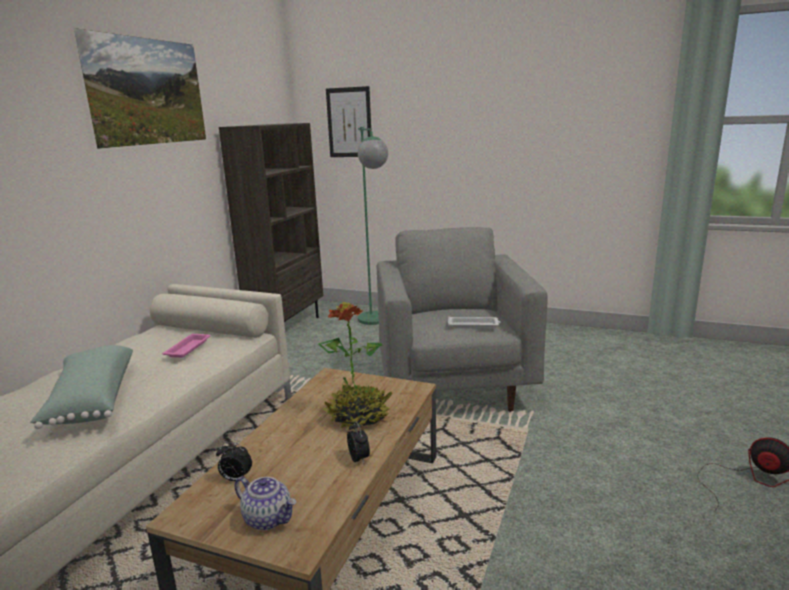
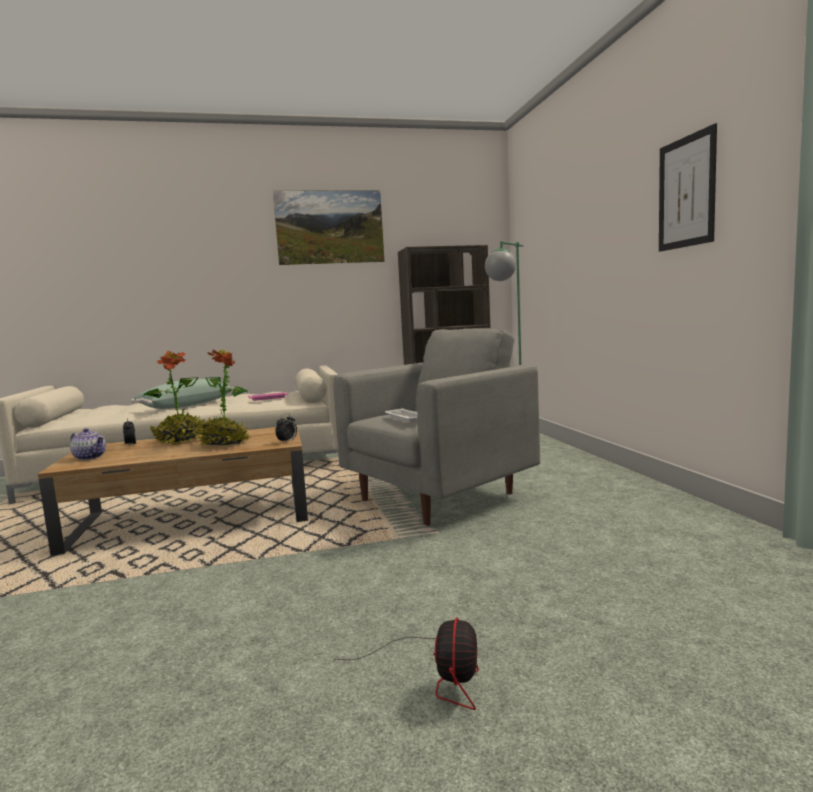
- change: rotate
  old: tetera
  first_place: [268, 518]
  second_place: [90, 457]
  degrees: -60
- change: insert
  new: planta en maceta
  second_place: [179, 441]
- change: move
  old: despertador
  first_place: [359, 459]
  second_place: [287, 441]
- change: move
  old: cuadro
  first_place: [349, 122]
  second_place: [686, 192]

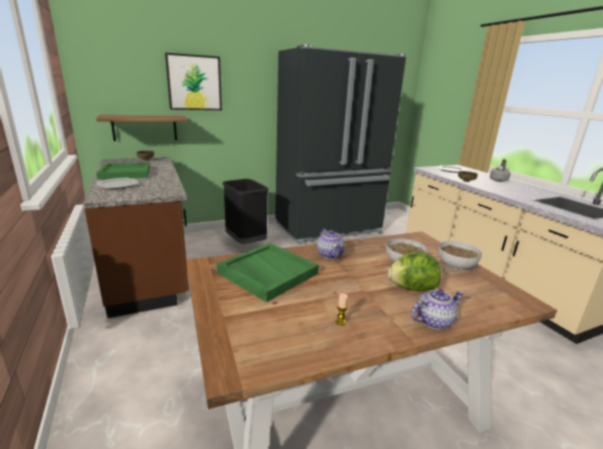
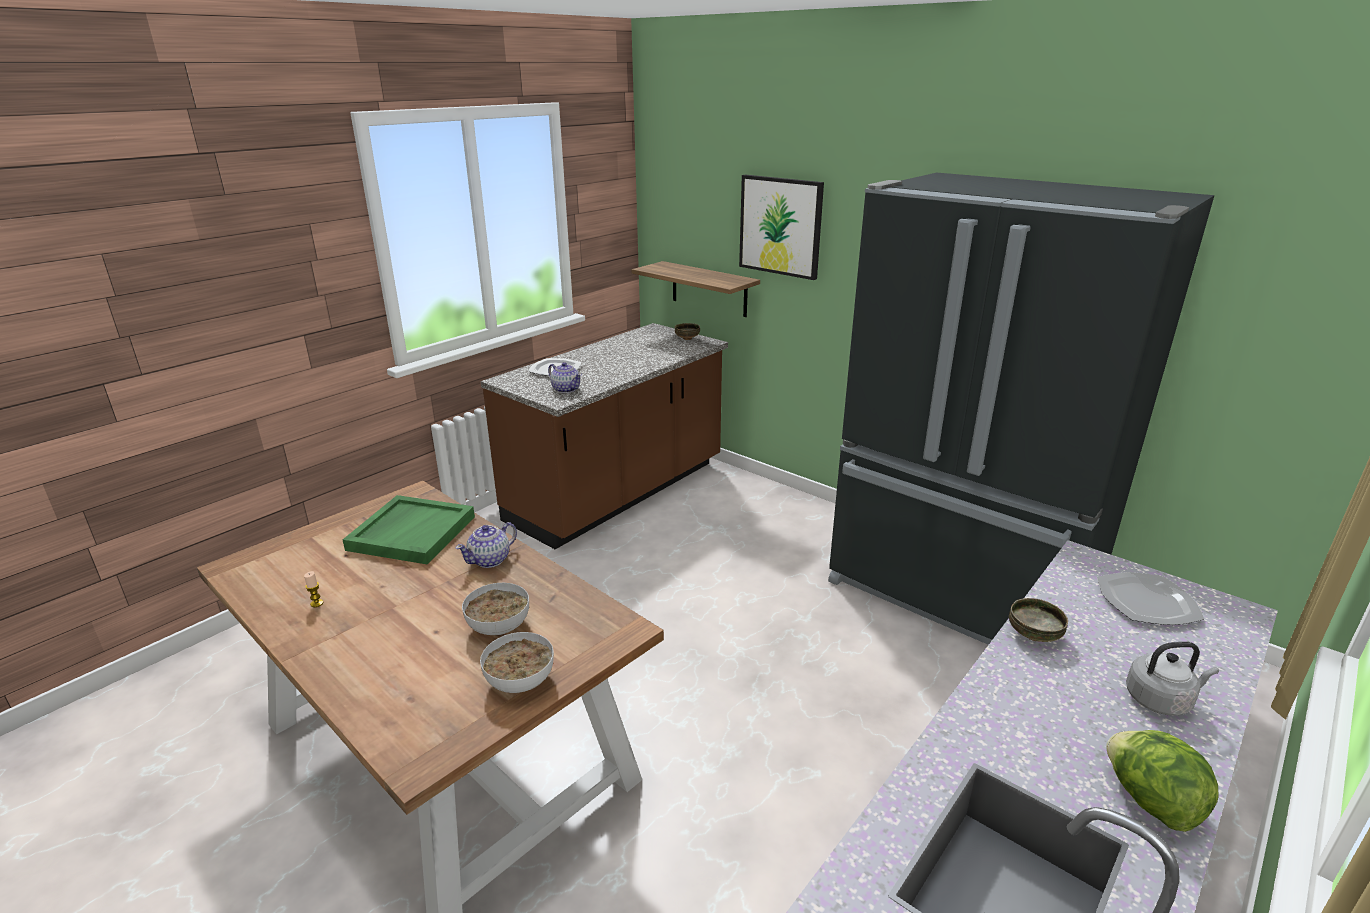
- change: move
  old: tetera
  first_place: [433, 321]
  second_place: [566, 389]
- change: move
  old: lechuga
  first_place: [411, 288]
  second_place: [1150, 801]
- change: delete
  old: bandeja [verde]
  first_place: [126, 173]
- change: delete
  old: papelera [negro]
  first_place: [246, 243]

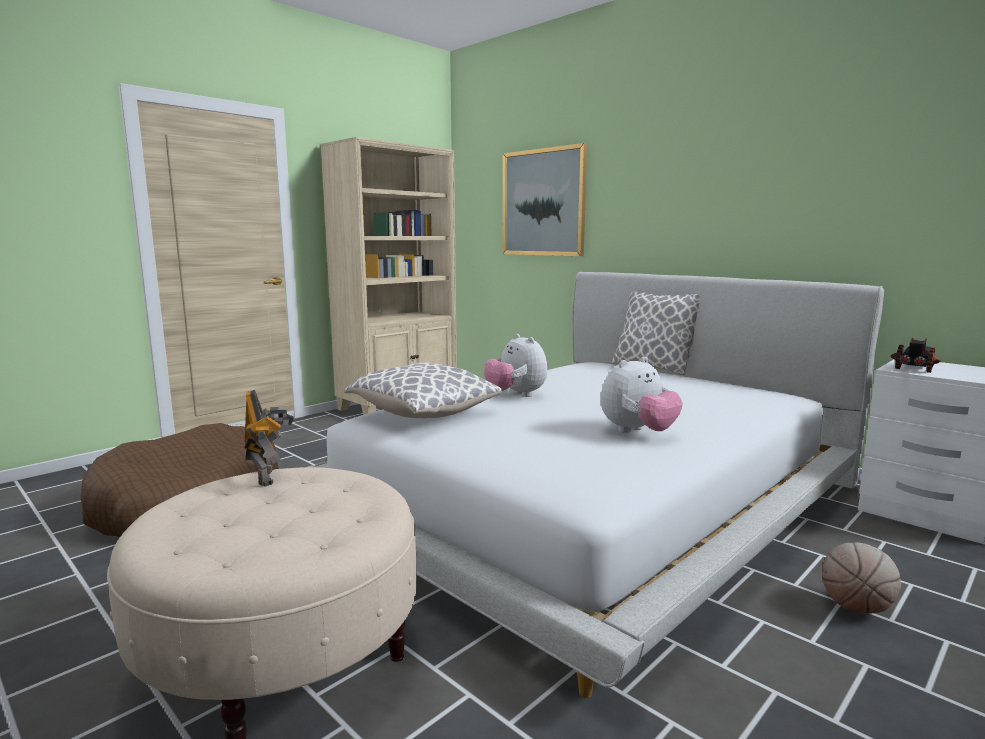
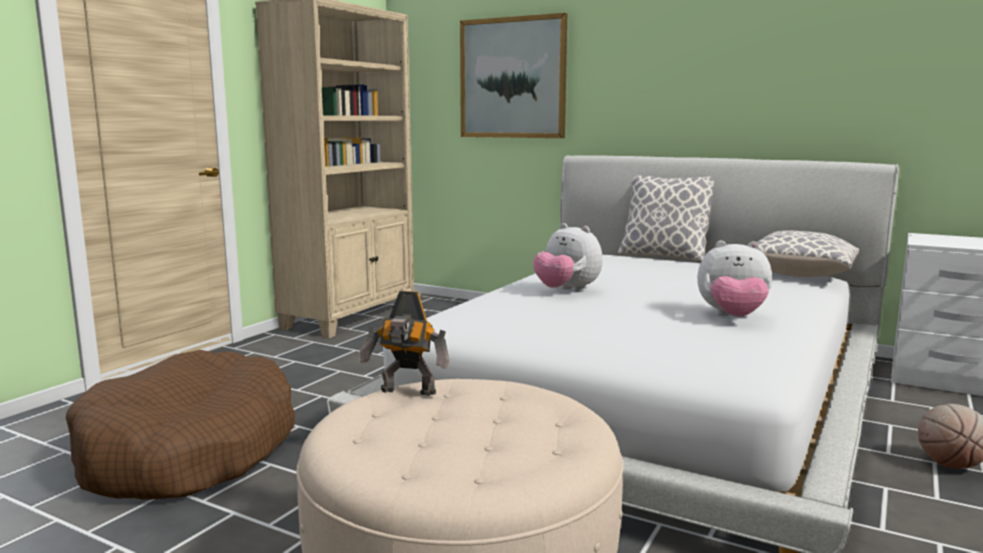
- change: rotate
  old: robot de juguete
  first_place: [269, 476]
  second_place: [407, 392]
  degrees: 135
- change: rotate
  old: peluche
  first_place: [638, 432]
  second_place: [732, 318]
  degrees: 60
- change: move
  old: cojín
  first_place: [423, 413]
  second_place: [798, 275]
- change: delete
  old: camión de juguete
  first_place: [915, 368]

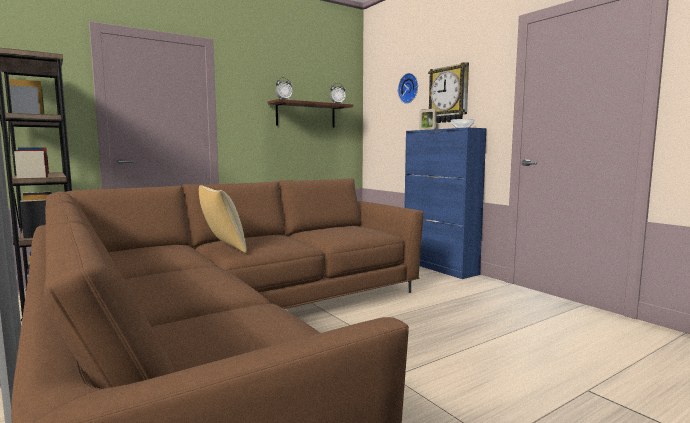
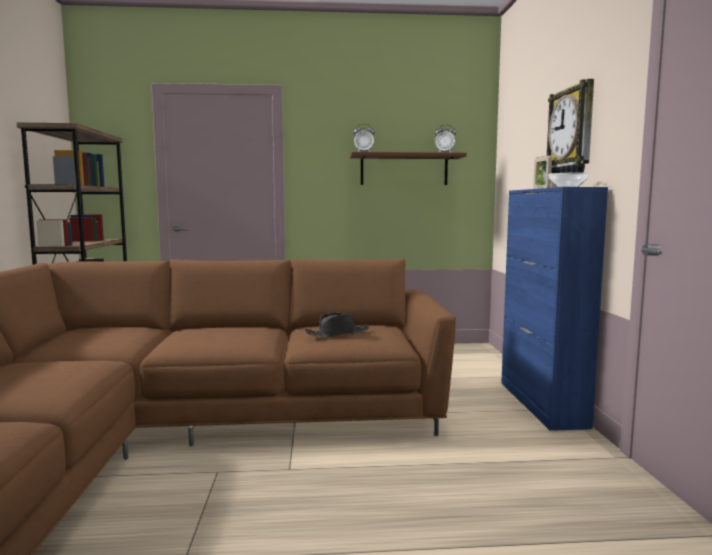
- change: insert
  new: sombrero [negro]
  second_place: [337, 334]
- change: delete
  old: cojín
  first_place: [222, 248]
- change: delete
  old: reloj de pared
  first_place: [409, 88]

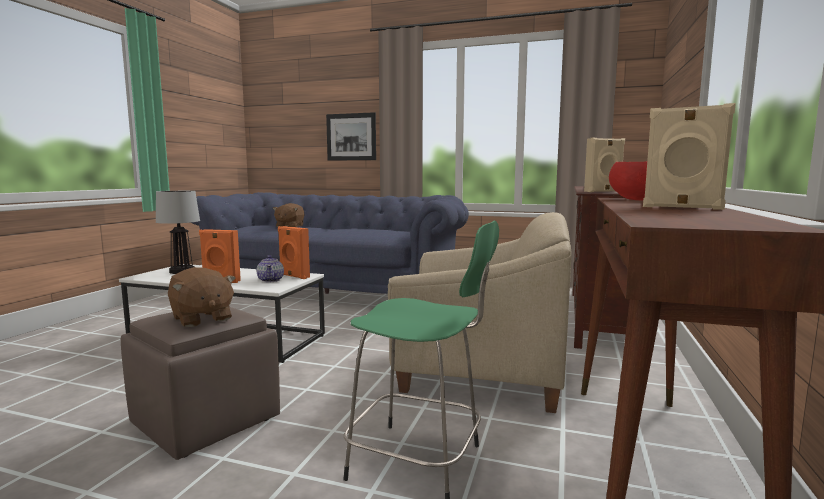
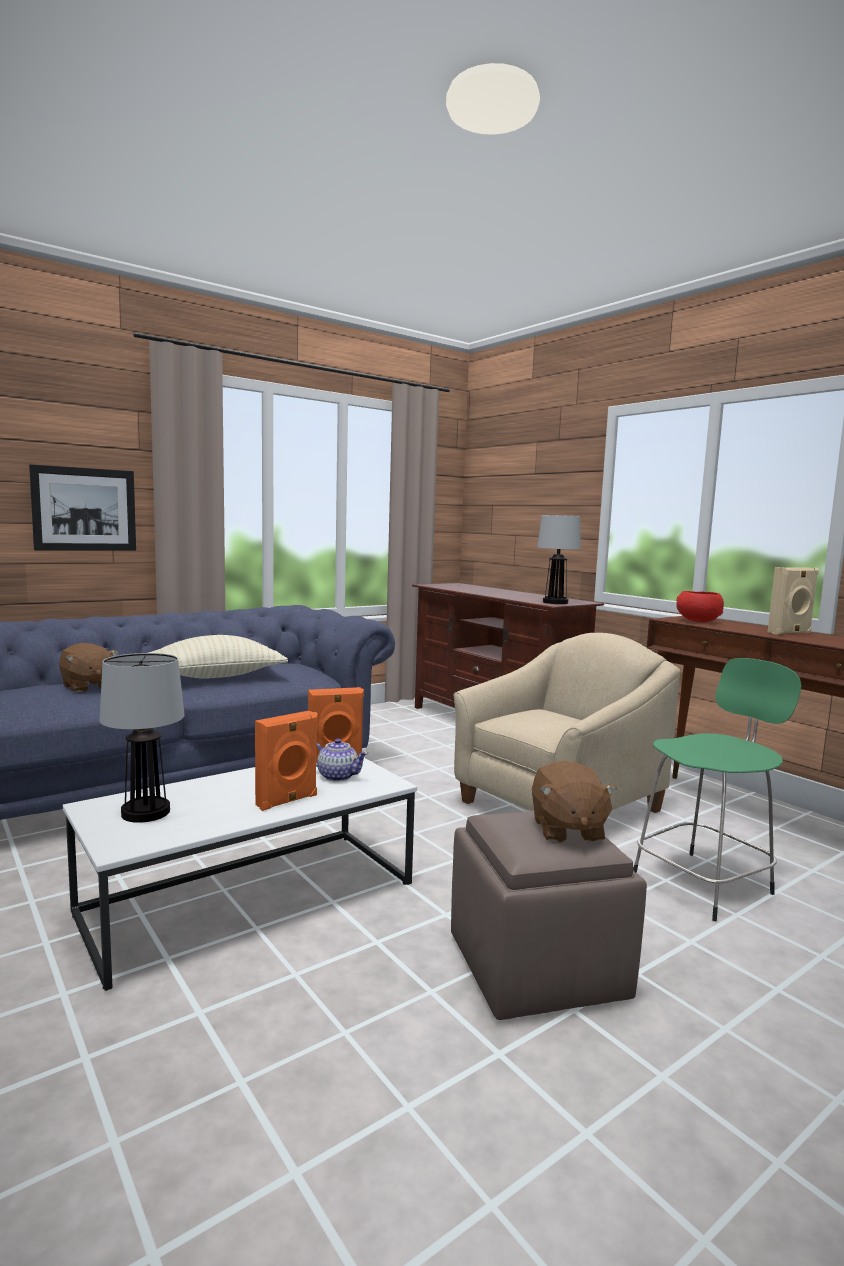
- change: insert
  new: cojín [beis]
  second_place: [216, 676]
- change: rotate
  old: peluche [marrón]
  first_place: [201, 318]
  second_place: [567, 830]
  degrees: 90
- change: replace
  old: altavoz [beis]
  new: lámpara de mesa
  first_place: [603, 191]
  second_place: [555, 602]

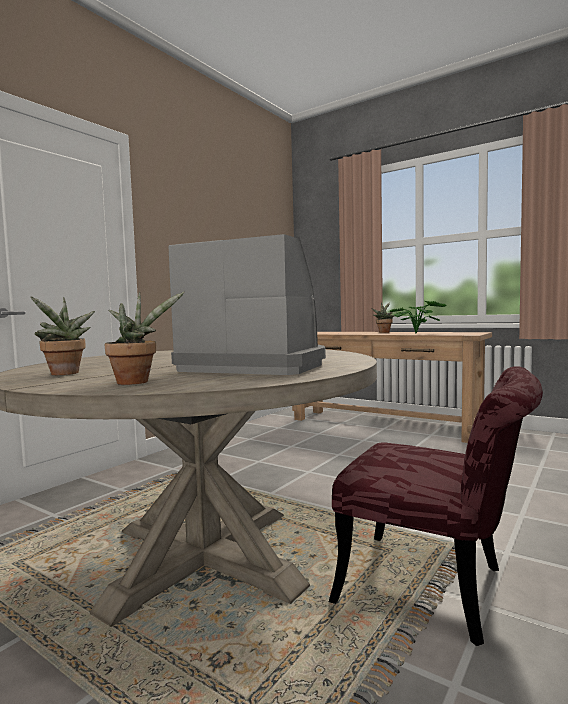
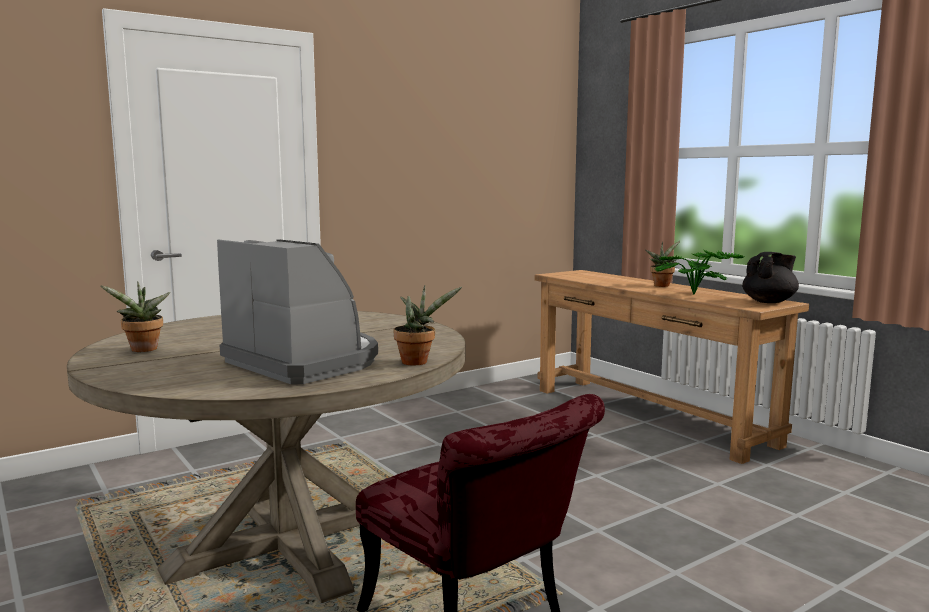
- change: move
  old: planta en maceta
  first_place: [137, 381]
  second_place: [418, 361]
- change: insert
  new: tetera [negro]
  second_place: [769, 302]

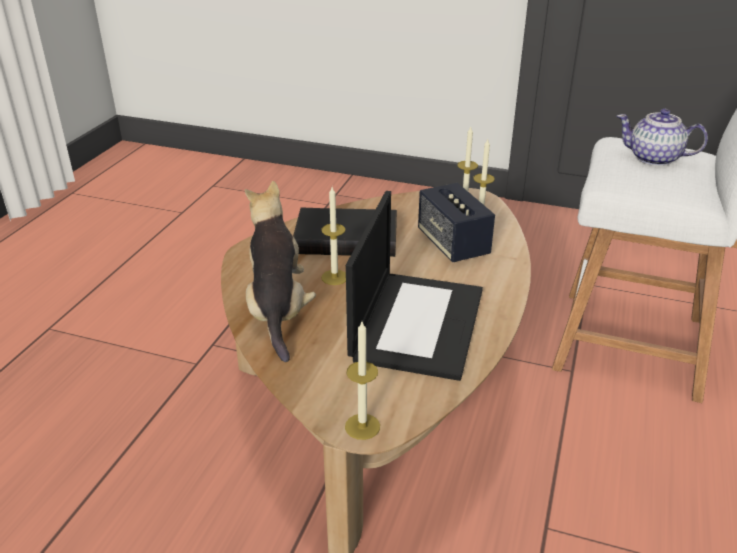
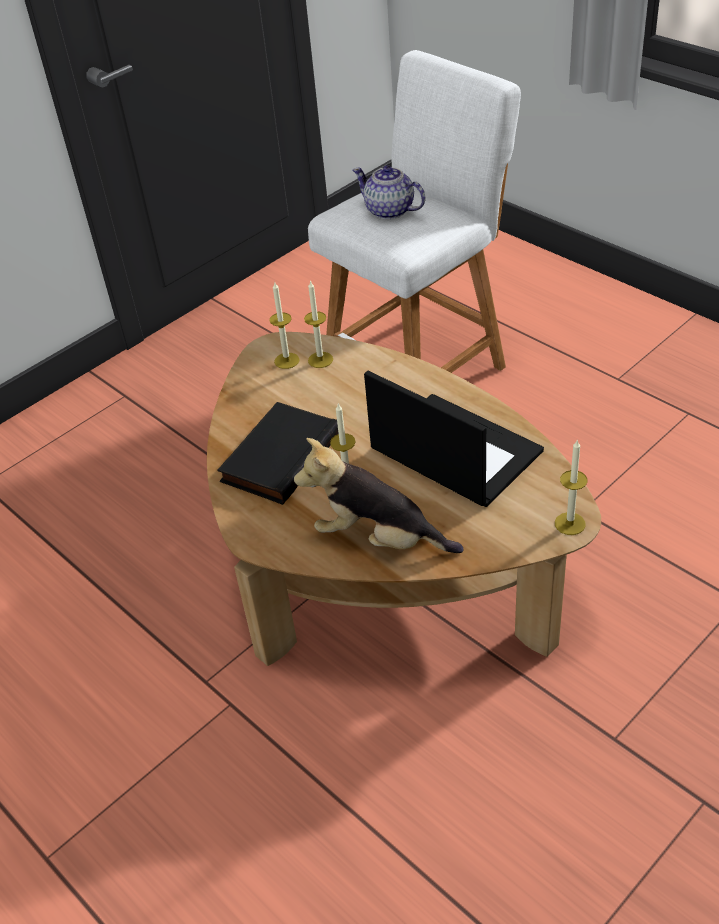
- change: rotate
  old: tetera
  first_place: [654, 159]
  second_place: [390, 211]
  degrees: 75
- change: delete
  old: altavoz
  first_place: [453, 244]

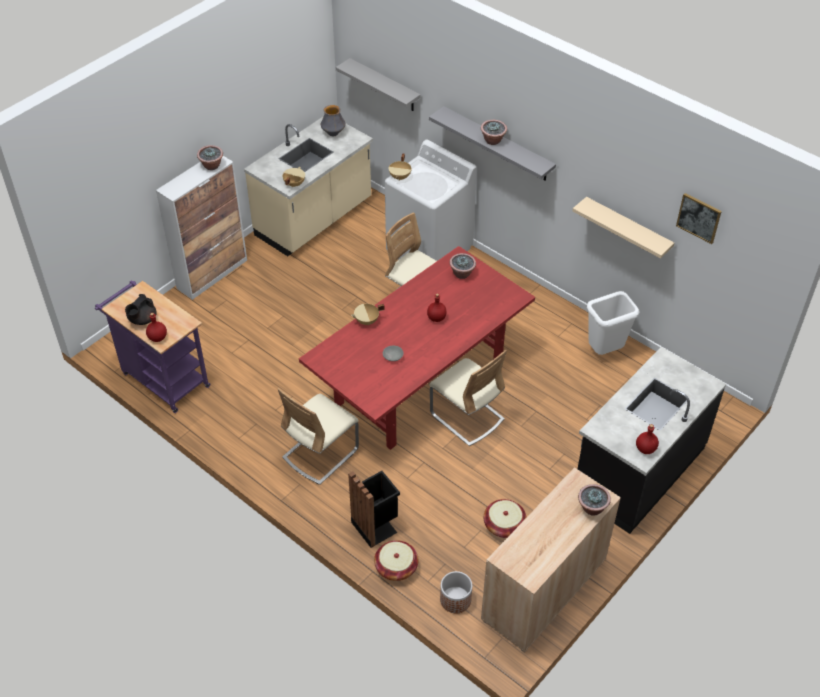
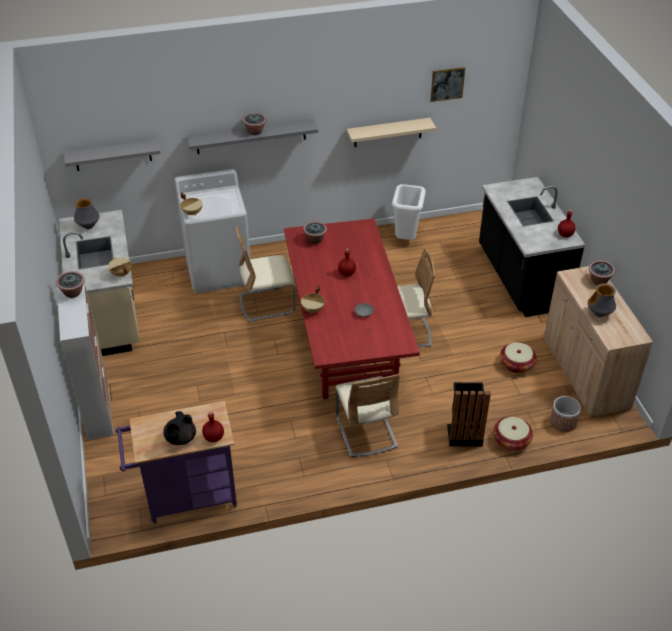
- change: rotate
  old: tetera [negro]
  first_place: [142, 320]
  second_place: [180, 439]
  degrees: 45
- change: insert
  new: florero
  second_place: [599, 314]

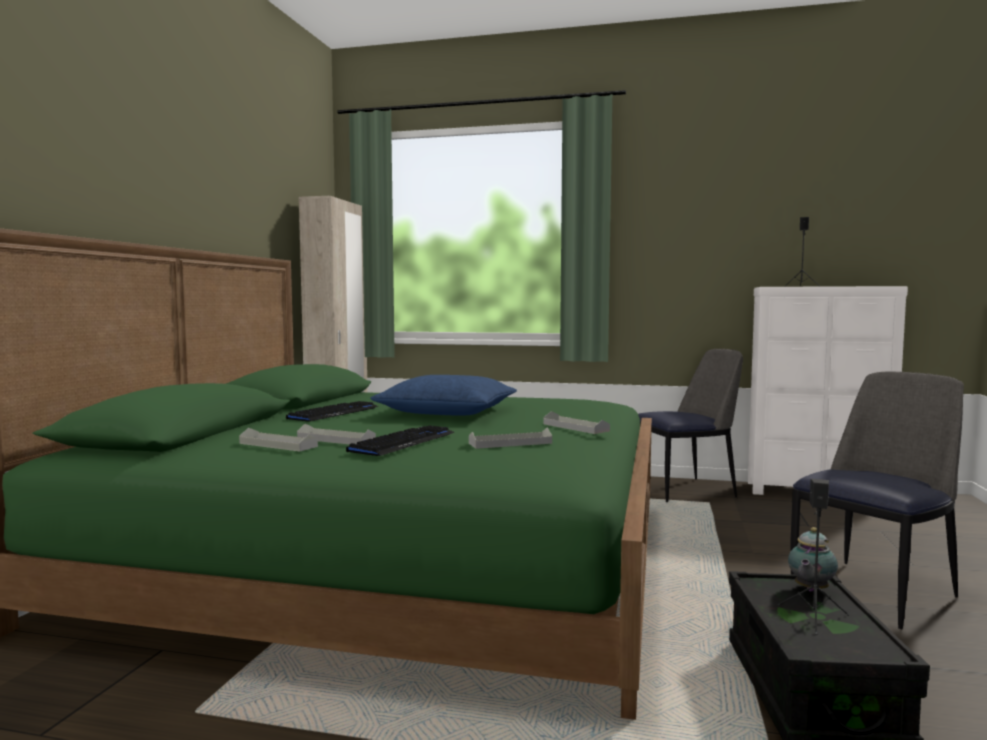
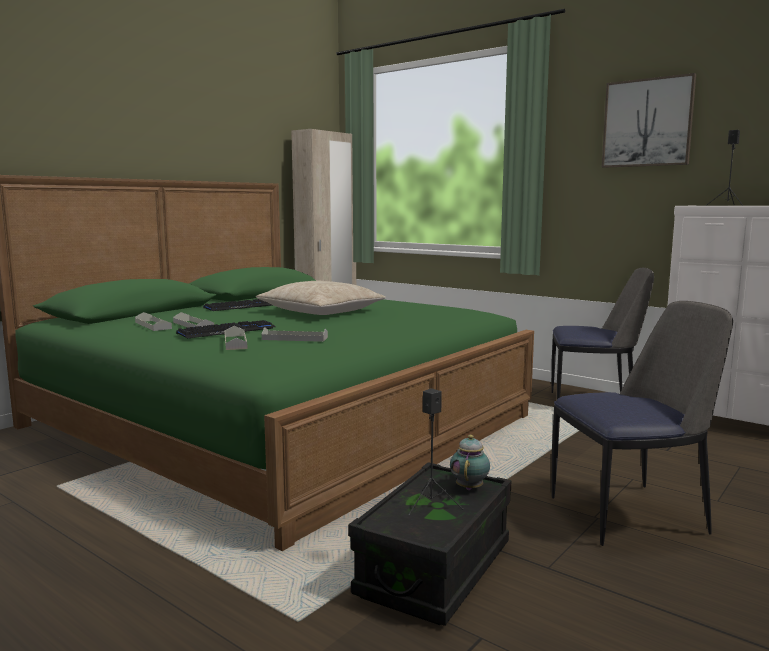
- change: move
  old: bandeja [gris]
  first_place: [575, 427]
  second_place: [235, 342]
- change: recolor
  old: cojín [azul]
  new: cojín [beis]
  first_place: [447, 412]
  second_place: [321, 311]
- change: rotate
  old: tetera
  first_place: [810, 590]
  second_place: [470, 487]
  degrees: 135
- change: insert
  new: cuadro
  second_place: [647, 123]

